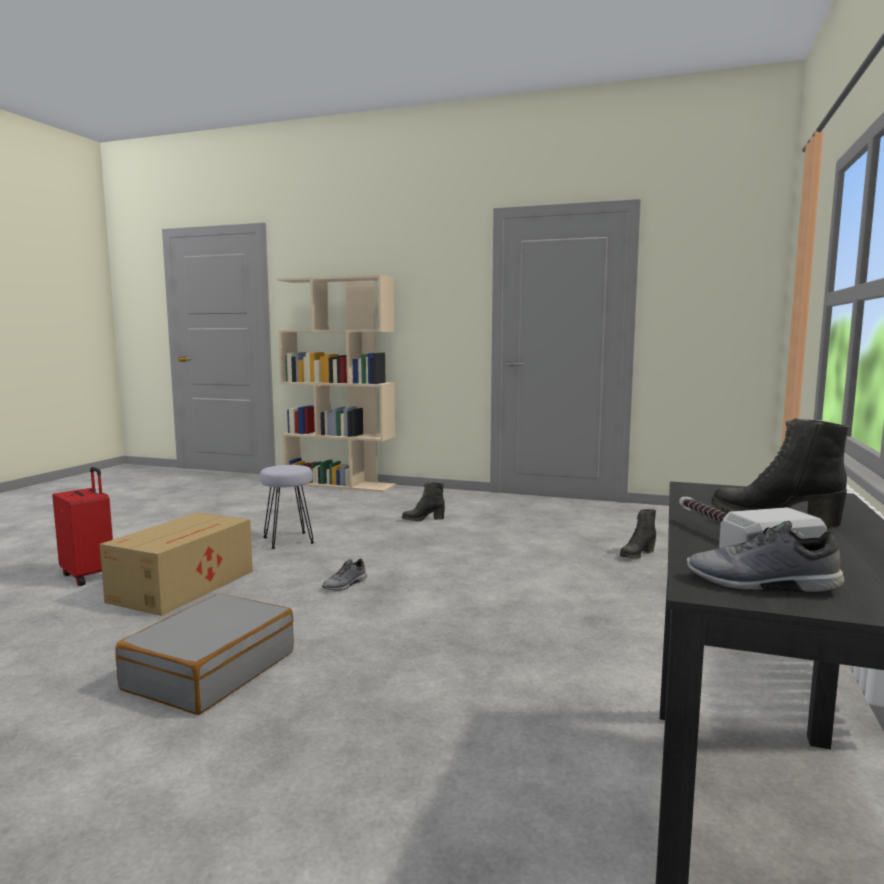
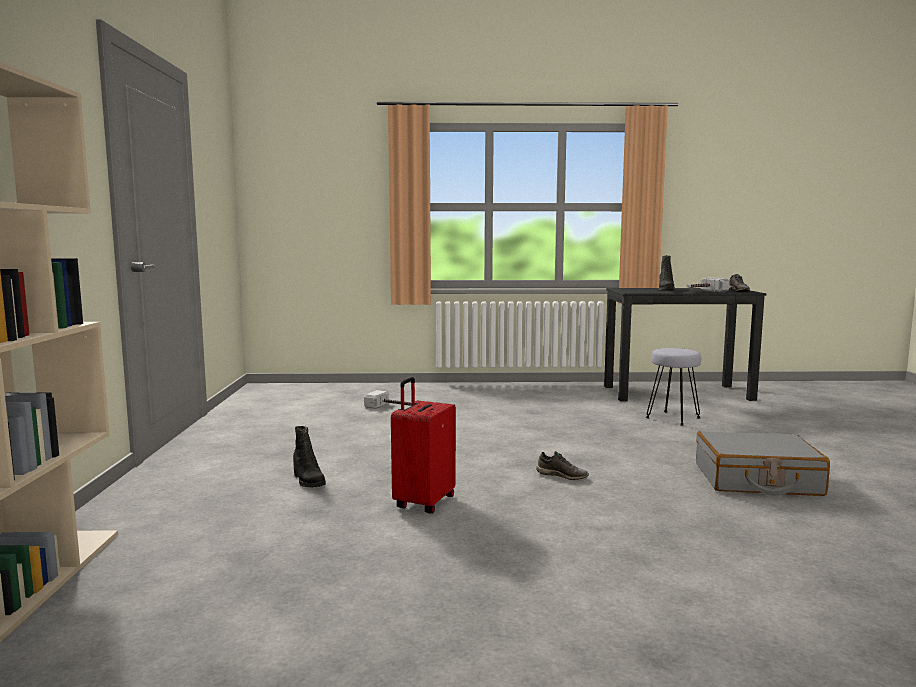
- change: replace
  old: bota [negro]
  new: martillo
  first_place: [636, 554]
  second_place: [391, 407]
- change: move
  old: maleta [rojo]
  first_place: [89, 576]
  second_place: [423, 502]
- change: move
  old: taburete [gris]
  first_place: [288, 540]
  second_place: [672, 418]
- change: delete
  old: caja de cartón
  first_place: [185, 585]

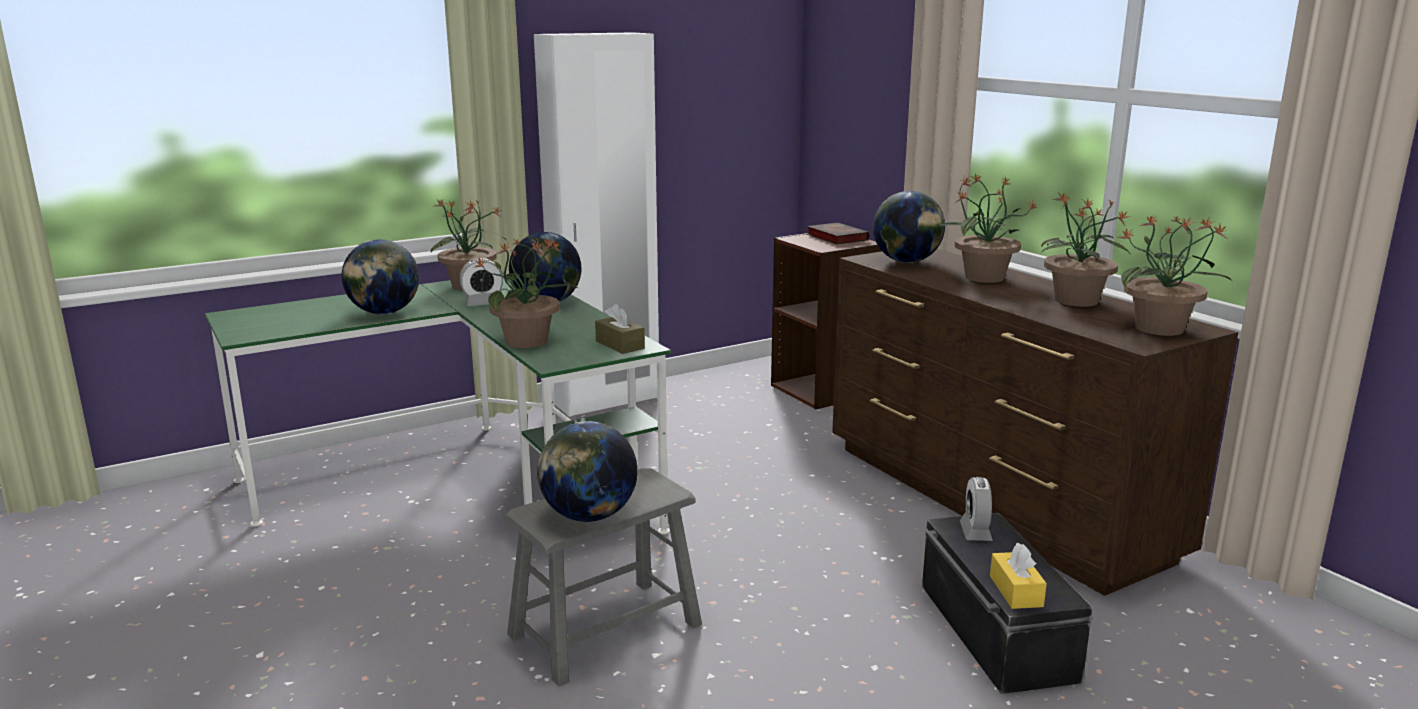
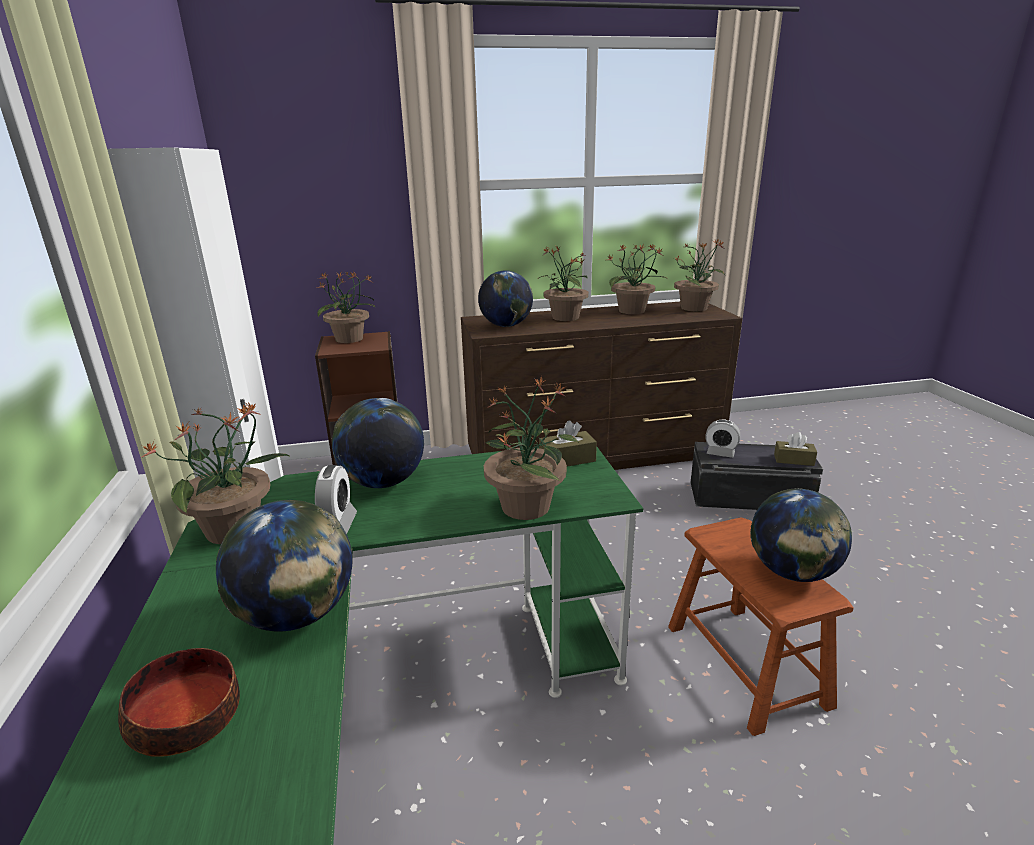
- change: insert
  new: cuenco
  second_place: [187, 718]
- change: replace
  old: libro
  new: planta en maceta
  first_place: [835, 237]
  second_place: [350, 339]
- change: recolor
  old: taburete [gris]
  new: taburete [marrón]
  first_place: [605, 630]
  second_place: [745, 664]
- change: recolor
  old: caja de pañuelos [amarillo]
  new: caja de pañuelos [marrón]
  first_place: [1016, 591]
  second_place: [793, 460]

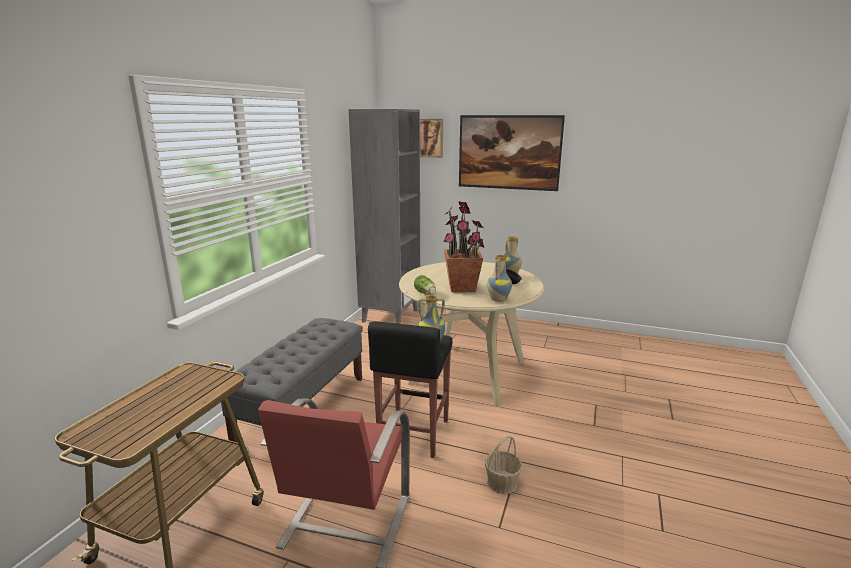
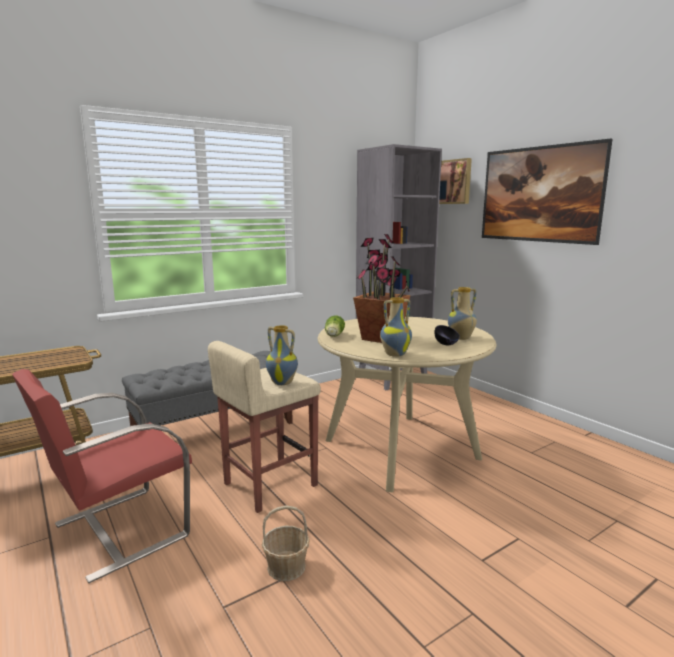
- change: recolor
  old: taburete [negro]
  new: taburete [beis]
  first_place: [413, 434]
  second_place: [269, 485]

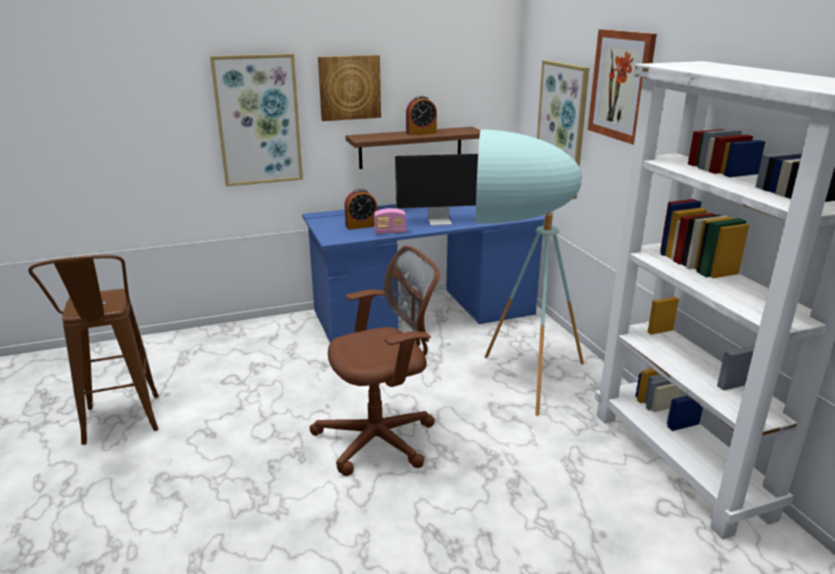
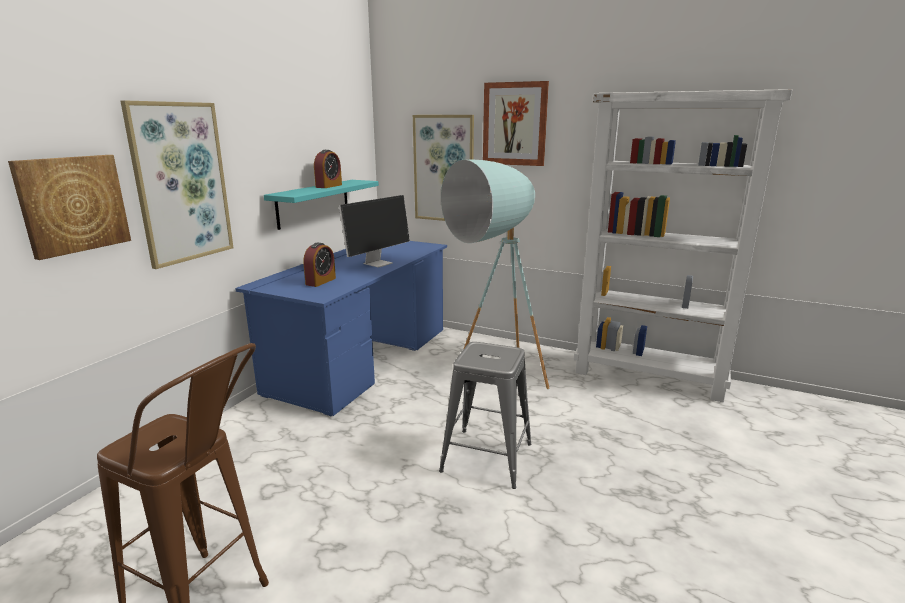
- change: move
  old: cuadro
  first_place: [349, 87]
  second_place: [73, 204]
- change: recolor
  old: estante [marrón]
  new: estante [turquesa]
  first_place: [410, 147]
  second_place: [313, 203]
- change: replace
  old: silla de oficina [marrón]
  new: taburete [gris]
  first_place: [381, 439]
  second_place: [486, 457]
- change: delete
  old: radio
  first_place: [390, 232]

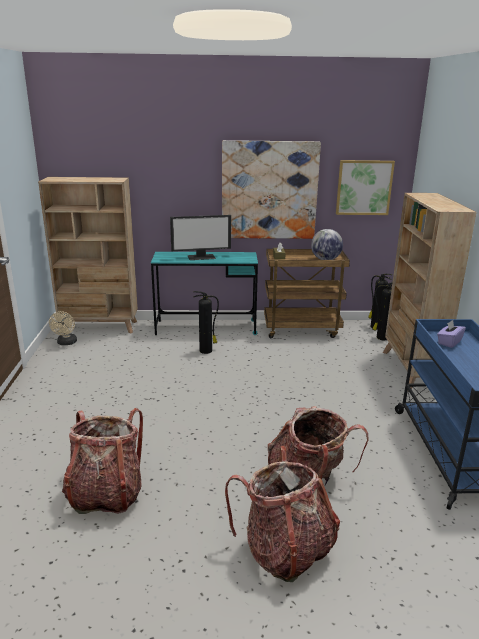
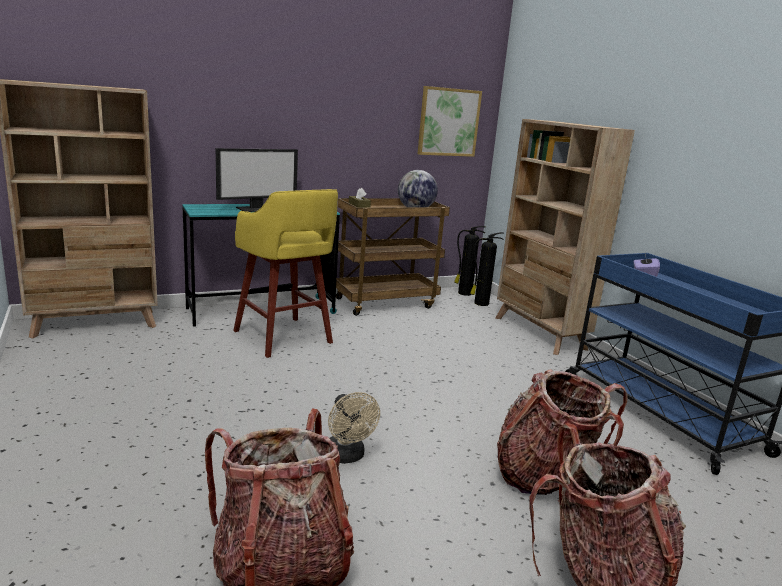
- change: replace
  old: extintor
  new: taburete [amarillo]
  first_place: [206, 350]
  second_place: [284, 338]
- change: move
  old: ventilador [beis]
  first_place: [66, 343]
  second_place: [347, 457]
- change: delete
  old: cuadro
  first_place: [269, 190]

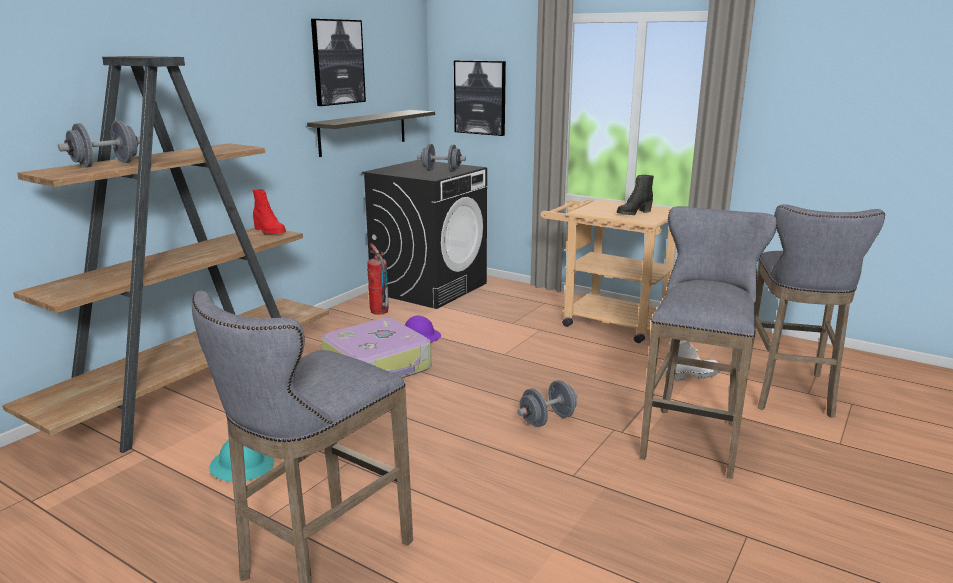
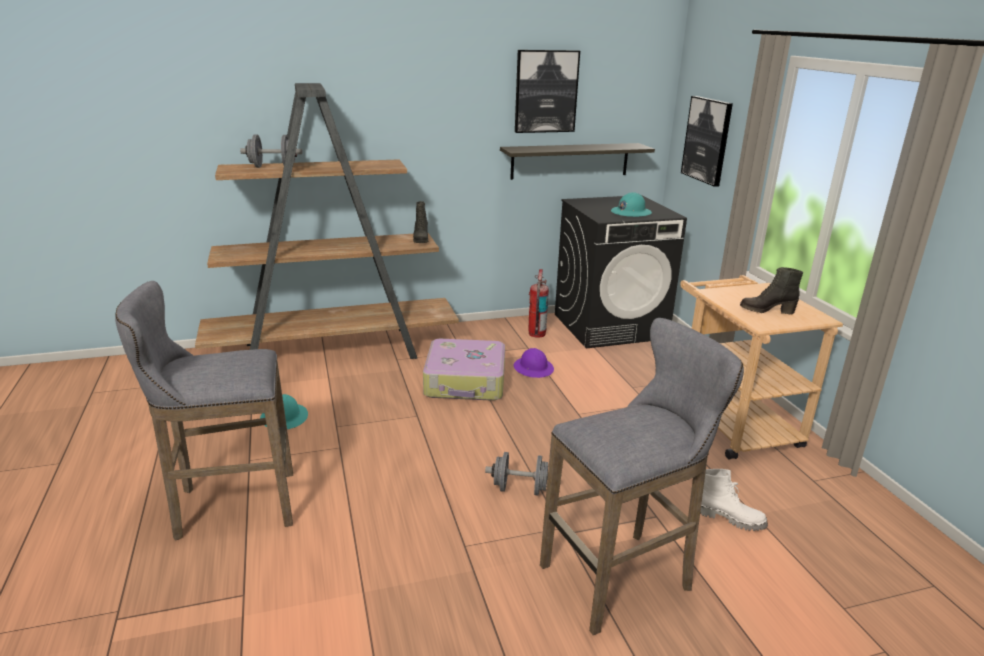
- change: recolor
  old: bota [rojo]
  new: bota [negro]
  first_place: [269, 231]
  second_place: [420, 239]
- change: replace
  old: mancuerna [gris]
  new: casco [turquesa]
  first_place: [441, 171]
  second_place: [630, 213]
- change: delete
  old: taburete [gris]
  first_place: [789, 394]

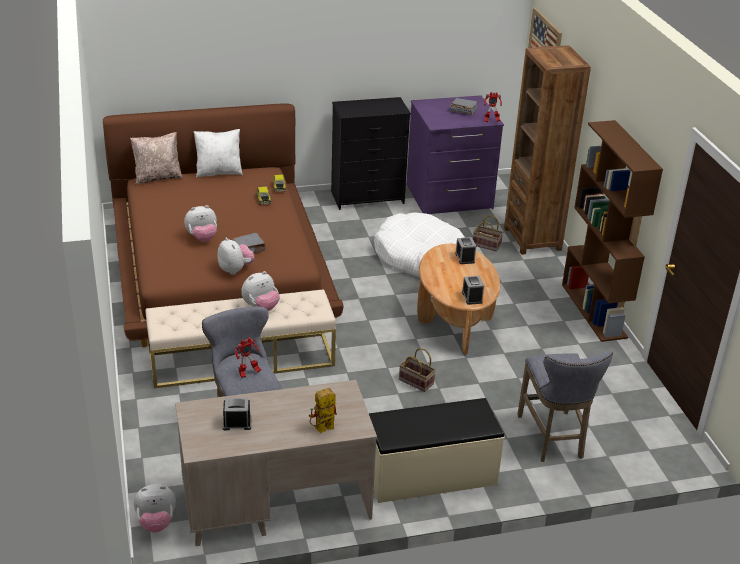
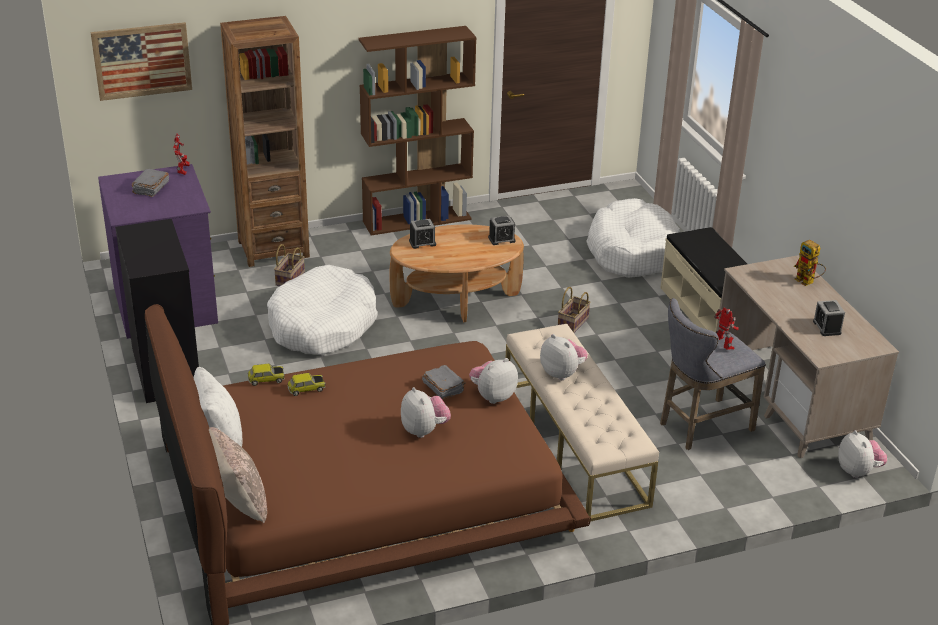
- change: replace
  old: taburete [gris]
  new: cama para perro [blanco]
  first_place: [553, 439]
  second_place: [631, 251]

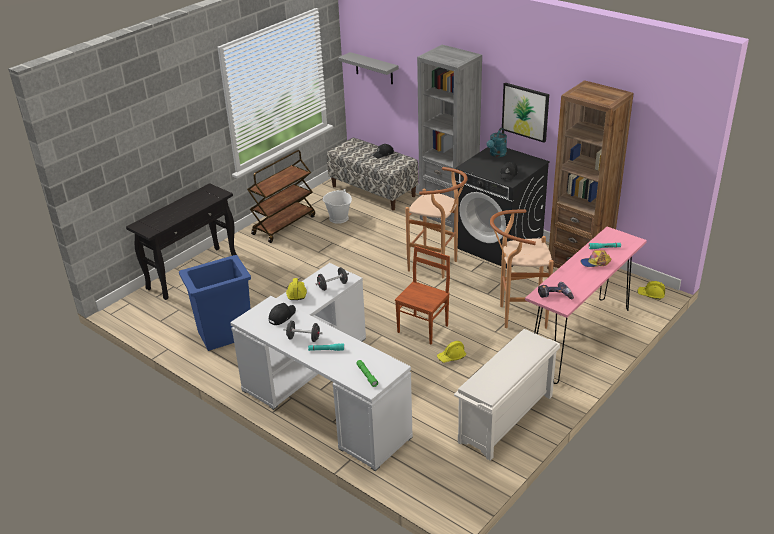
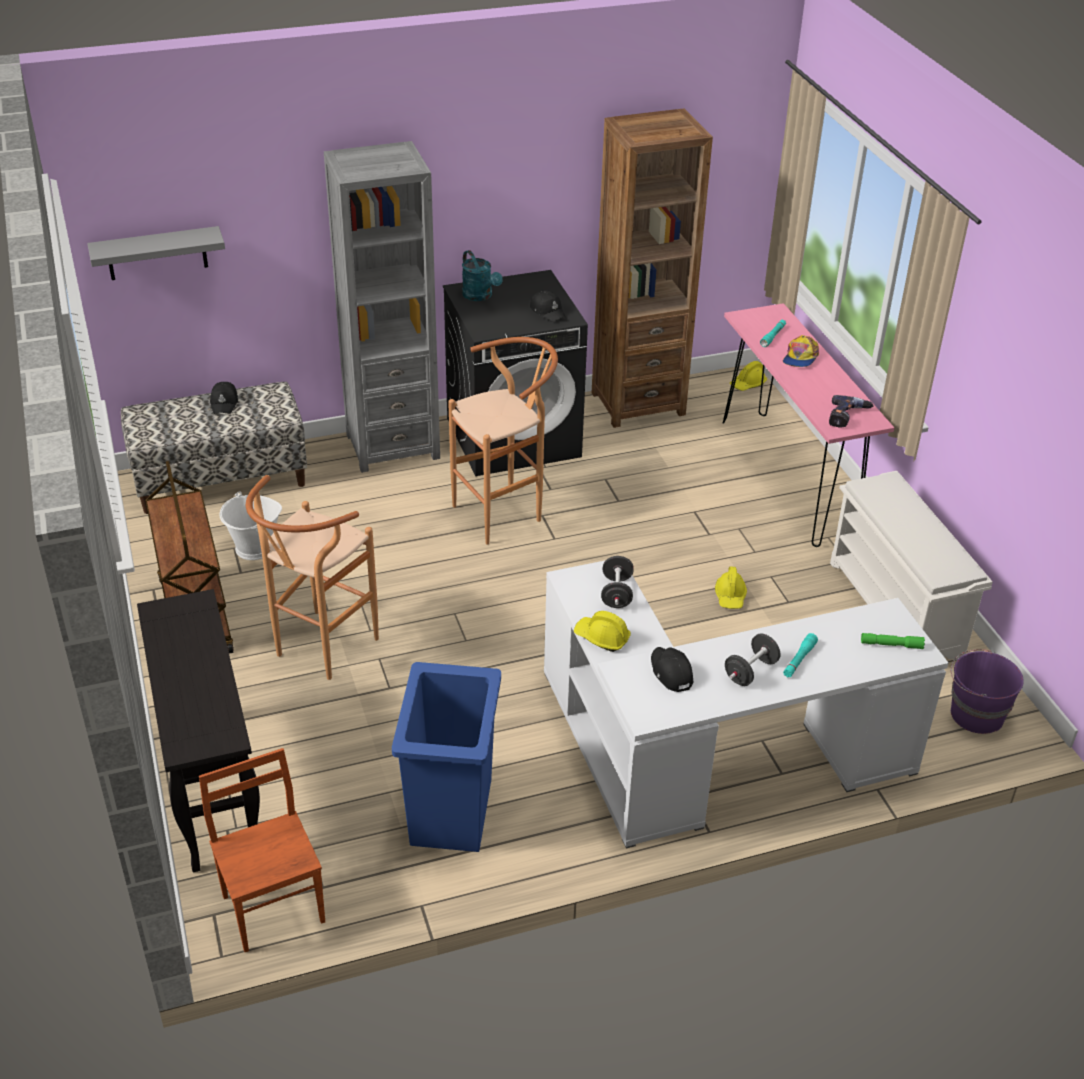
- change: move
  old: silla [marrón]
  first_place: [424, 328]
  second_place: [274, 907]
- change: move
  old: taburete [marrón]
  first_place: [517, 316]
  second_place: [319, 651]
- change: insert
  new: cubo [morado]
  second_place: [975, 714]
- change: delete
  old: cuadro
  first_place: [525, 112]

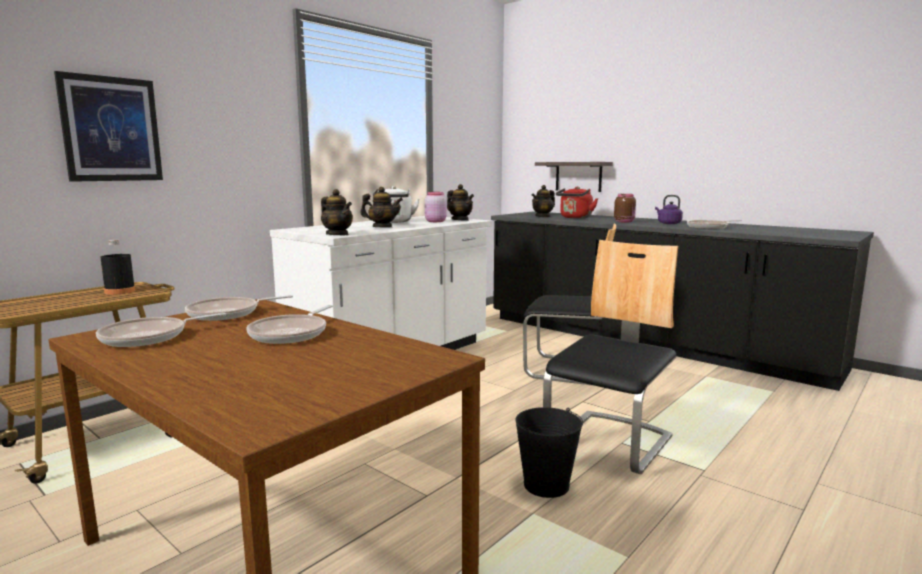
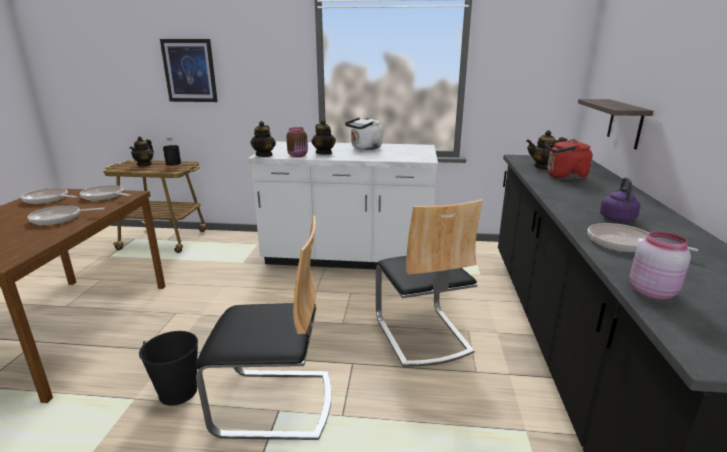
- change: move
  old: tetera
  first_place: [460, 220]
  second_place: [145, 164]
- change: move
  old: tarro [marrón]
  first_place: [624, 221]
  second_place: [298, 155]
- change: move
  old: tarro [rosa]
  first_place: [435, 221]
  second_place: [651, 291]

